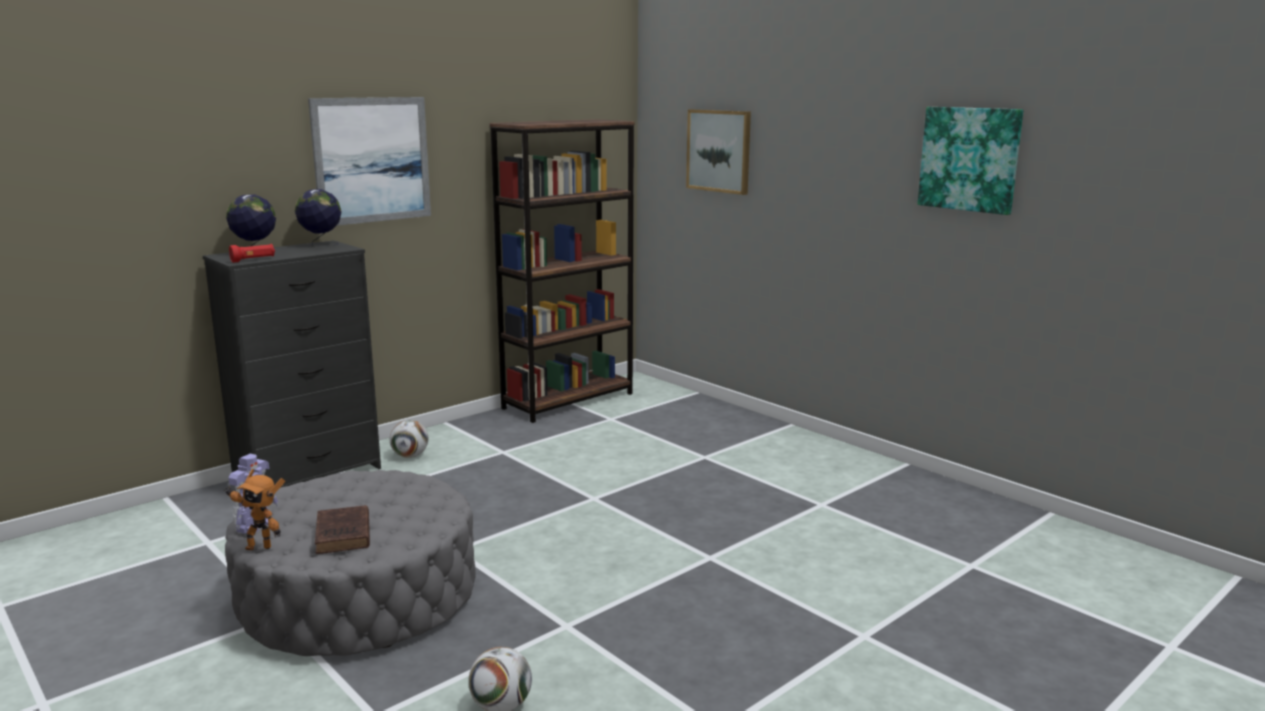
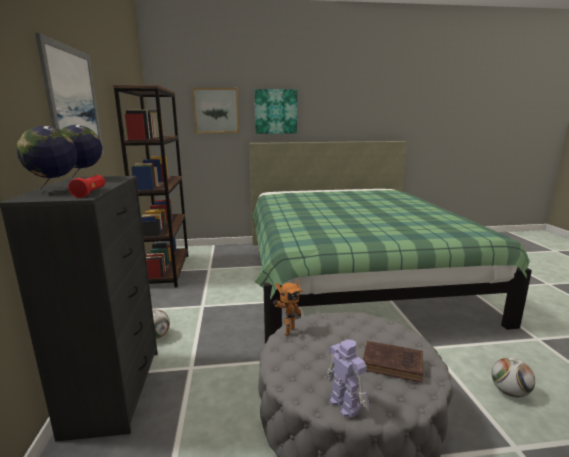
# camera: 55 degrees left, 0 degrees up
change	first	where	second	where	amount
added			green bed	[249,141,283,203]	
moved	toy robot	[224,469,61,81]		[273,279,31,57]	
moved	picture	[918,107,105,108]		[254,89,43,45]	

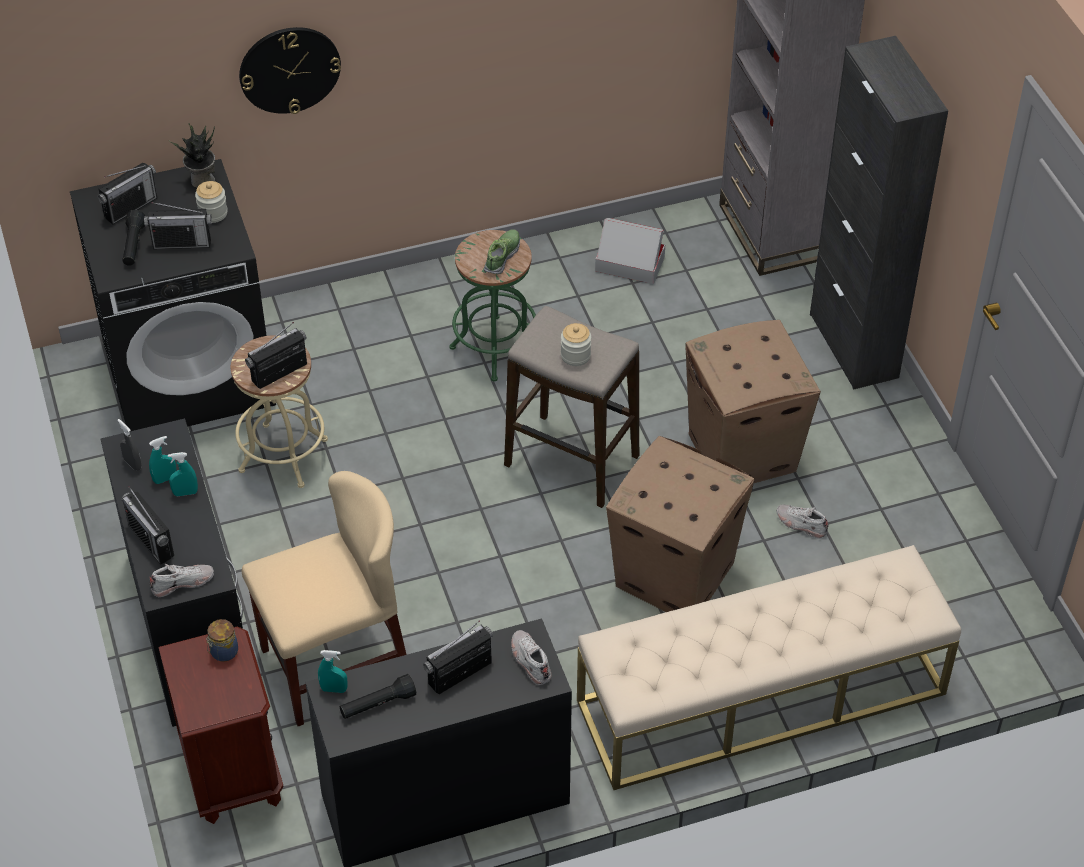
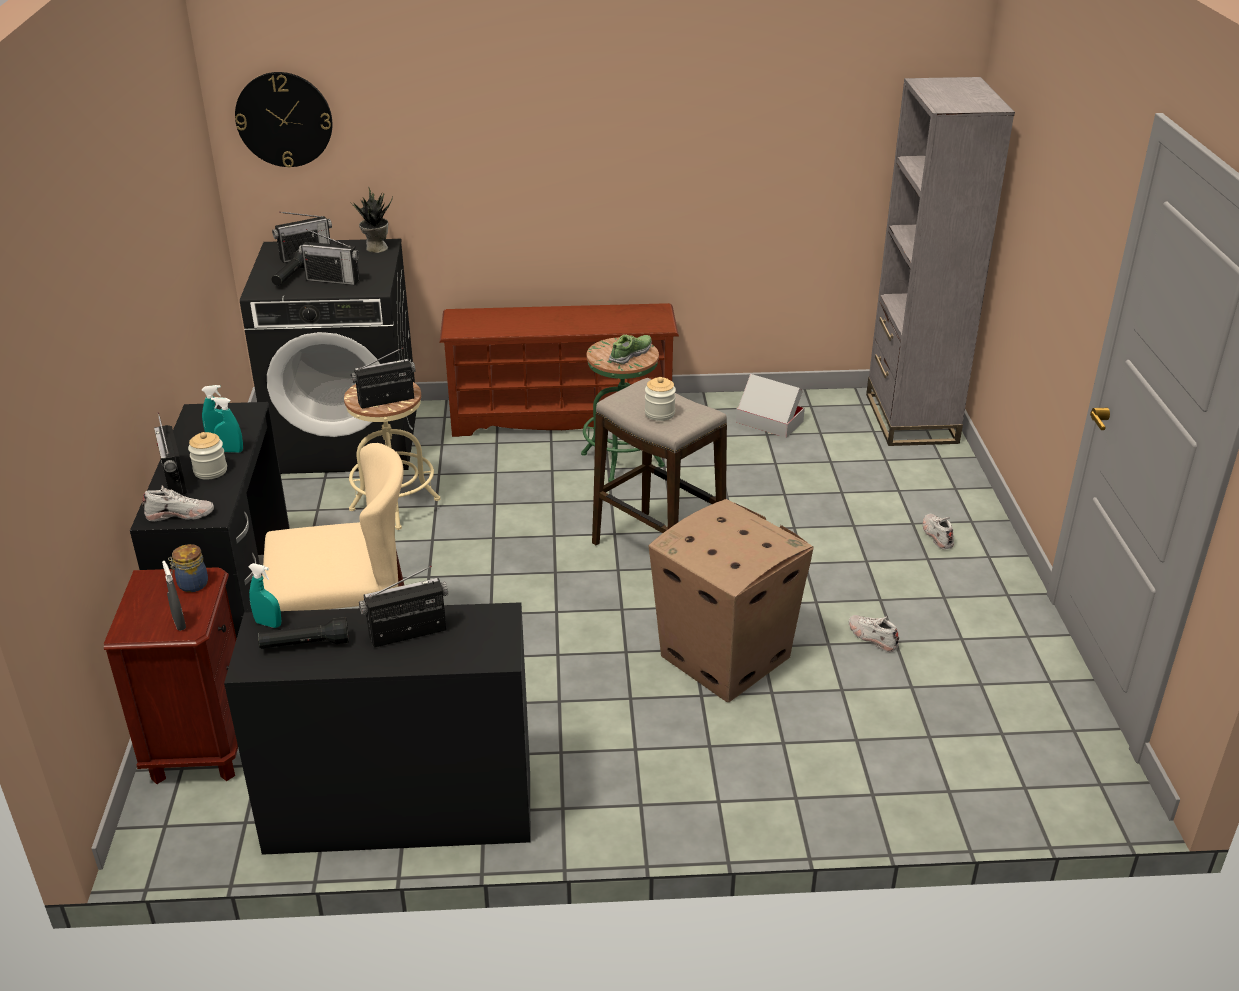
# camera: 15 degrees right, 15 degrees down
change	first	where	second	where	amount
removed	beige bench	[577,545,384,245]			
removed	cardboard box	[685,320,136,163]			
removed	black cabinet	[810,36,138,354]			
added			brown shoe rack	[439,303,240,134]	
moved	grey spray bottle	[117,419,24,52]		[162,561,24,70]	
moved	jar	[195,181,33,42]		[188,432,39,48]	
moved	wall clock	[239,27,102,87]		[235,72,97,95]	
moved	white shoe	[511,630,41,55]		[923,514,31,35]	

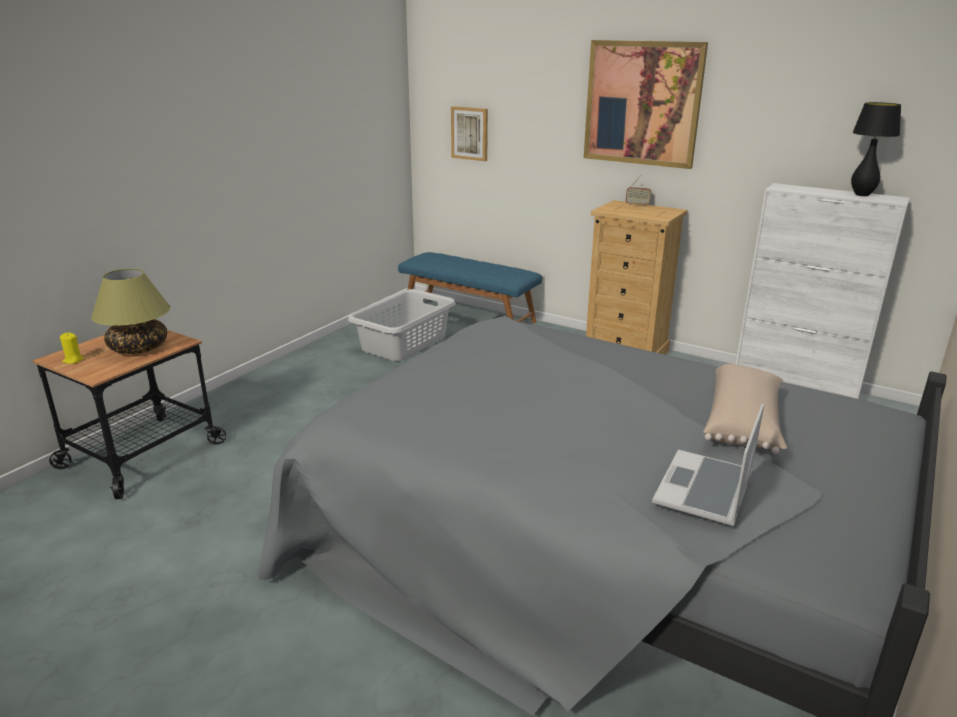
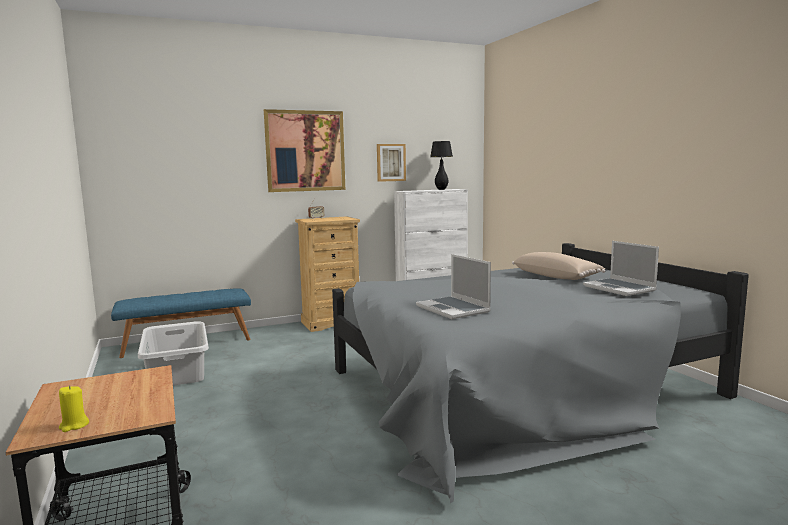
# camera: 55 degrees left, 15 degrees down
change	first	where	second	where	amount
removed	table lamp	[91,268,79,86]			
added			laptop	[416,254,75,65]	
moved	picture	[451,106,37,55]		[377,144,29,38]	

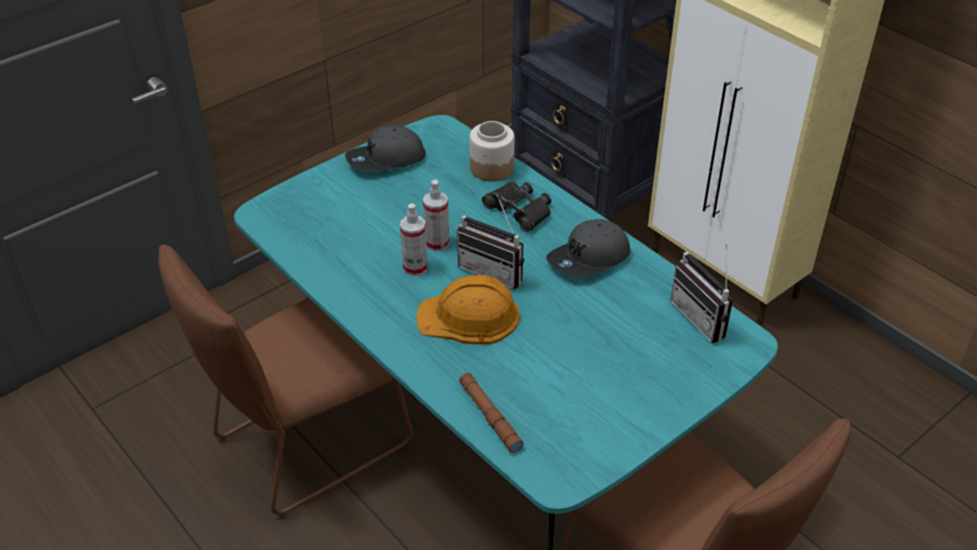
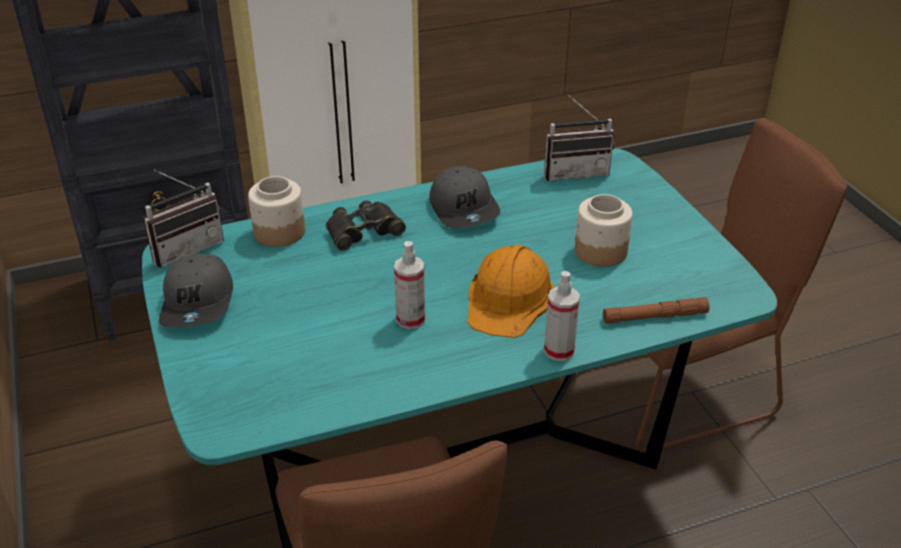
# camera: 70 degrees left, 5 degrees down
change	first	where	second	where	amount
added			jar	[575,194,58,73]	
moved	spray bottle	[423,180,26,71]		[544,271,36,90]	
moved	radio	[457,196,67,93]		[143,170,81,98]	

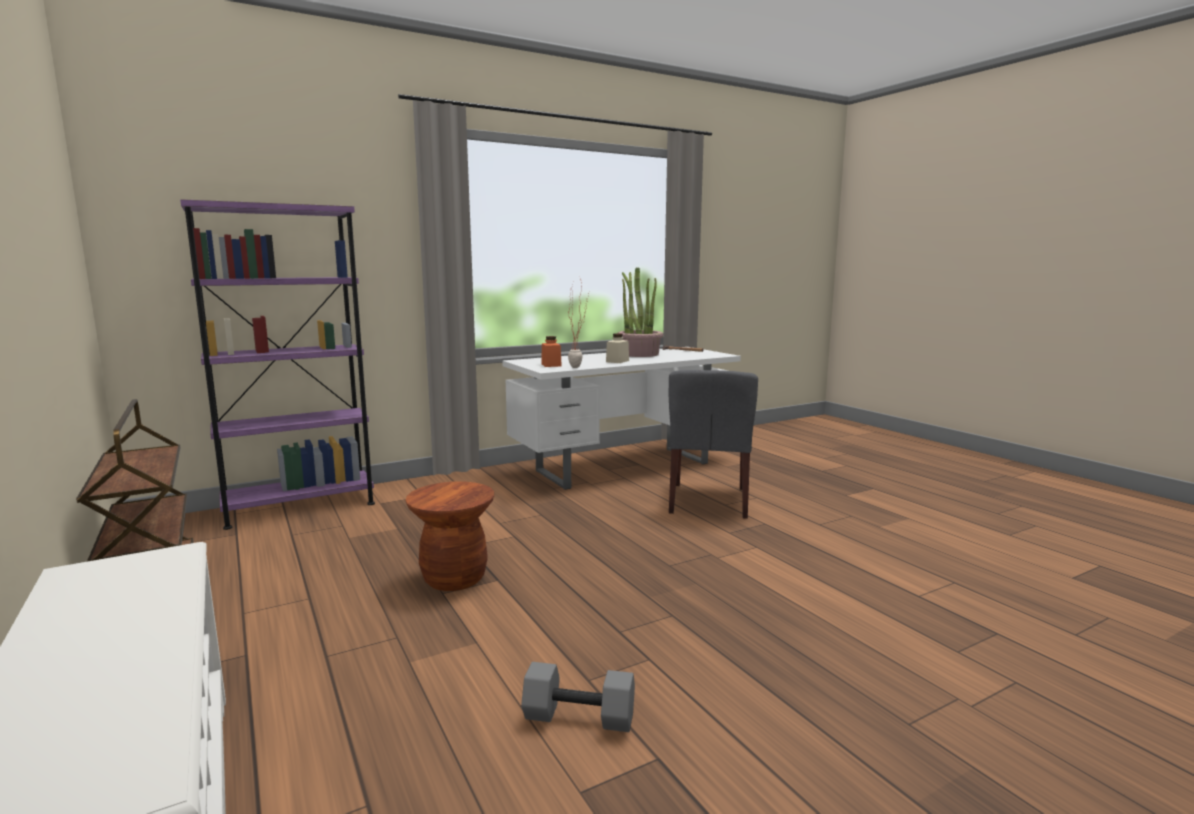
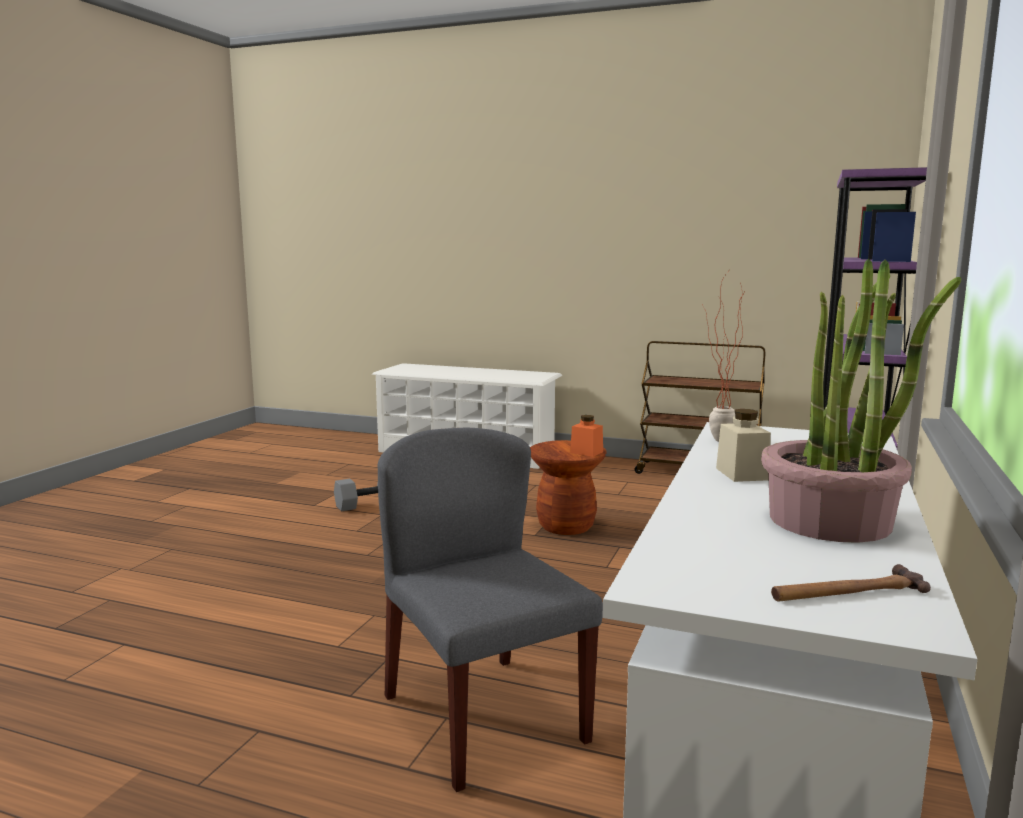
# camera: 140 degrees right, 0 degrees up
change	first	where	second	where	amount
moved	orange jar	[541,336,21,31]		[570,415,33,42]	

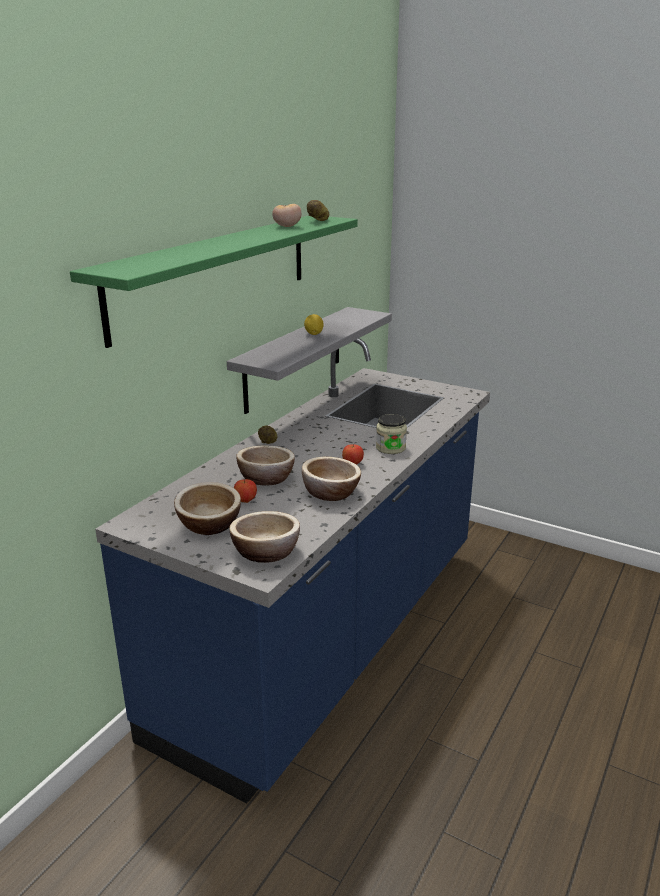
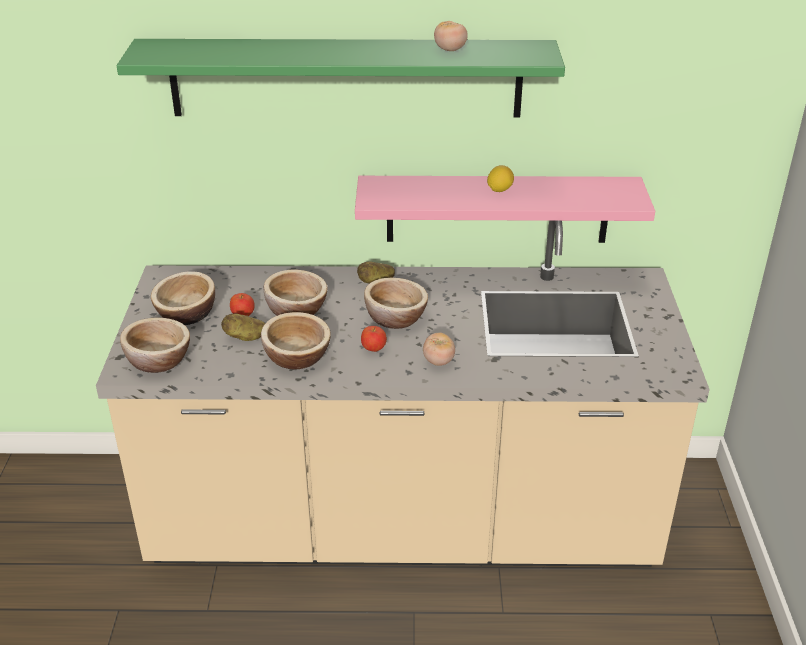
# camera: 60 degrees right, 10 degrees up
change	first	where	second	where	amount
added			bowl	[364,278,64,51]	
moved	potato	[307,200,22,21]		[221,314,44,27]	
replaced	jar	[376,414,31,40]	tomato	[423,333,32,33]	
recoloured	blue counter	[95,338,395,466]	beige counter	[96,221,614,346]	
recoloured	grey shelf	[227,307,165,107]	pink shelf	[355,176,300,67]	

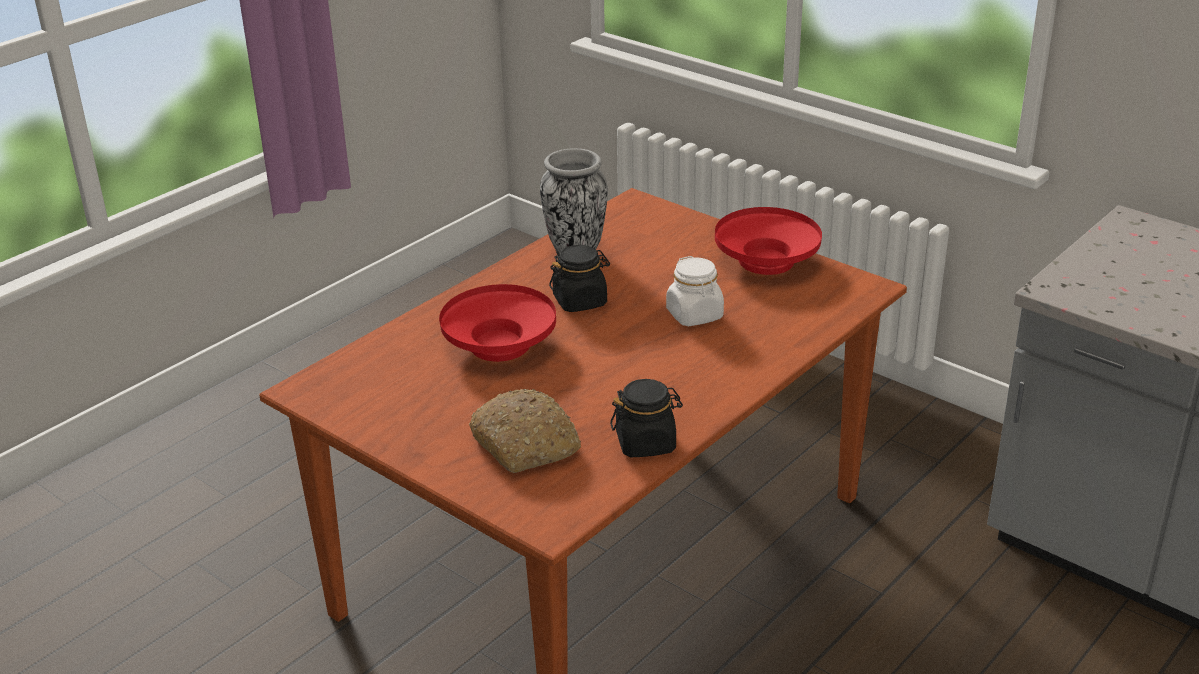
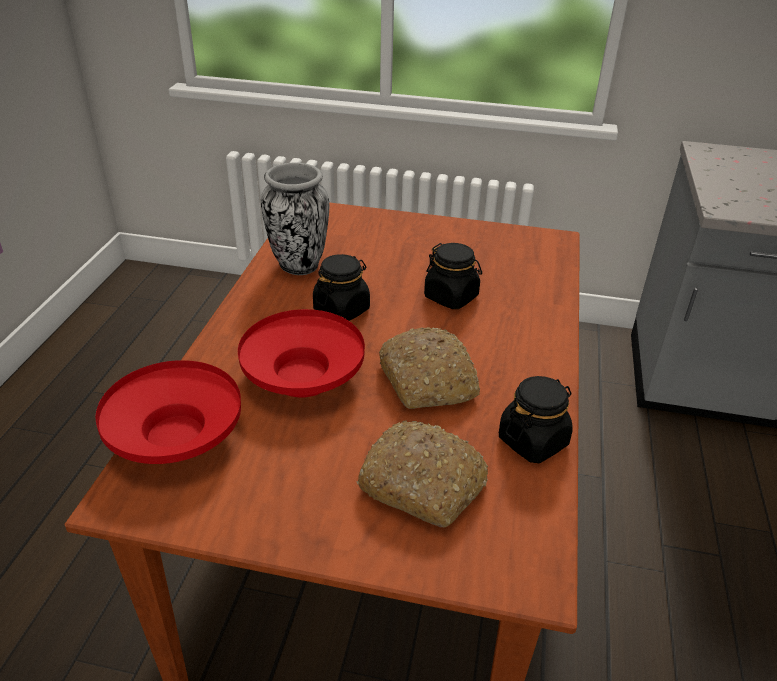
# camera: 30 degrees left, 5 degrees up
change	first	where	second	where	amount
added			bread	[379,327,101,82]	
moved	red bowl	[715,207,107,68]		[96,360,145,104]	
recoloured	white jar	[666,256,58,70]	black jar	[424,243,58,66]	

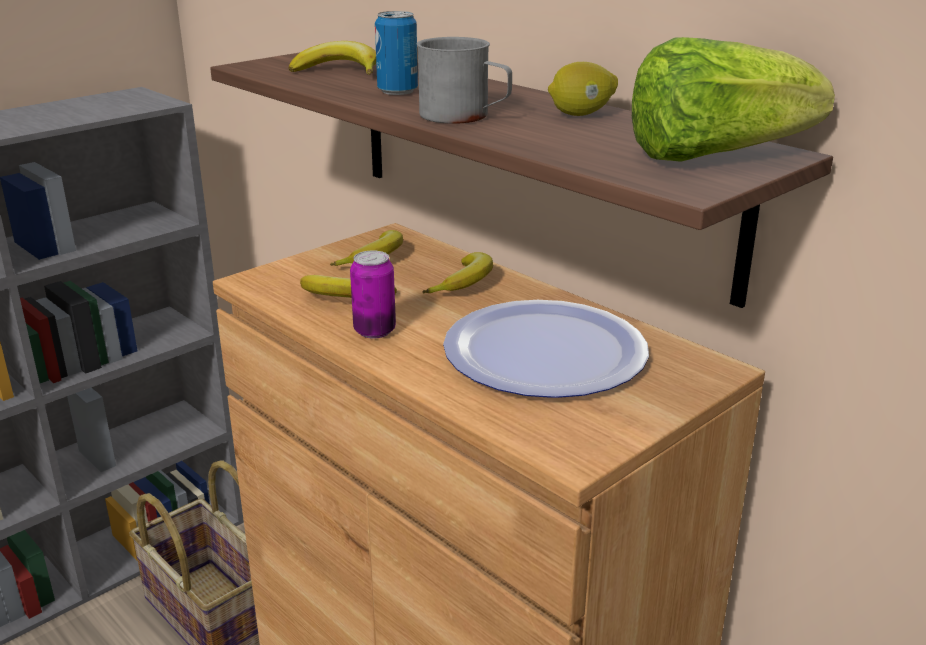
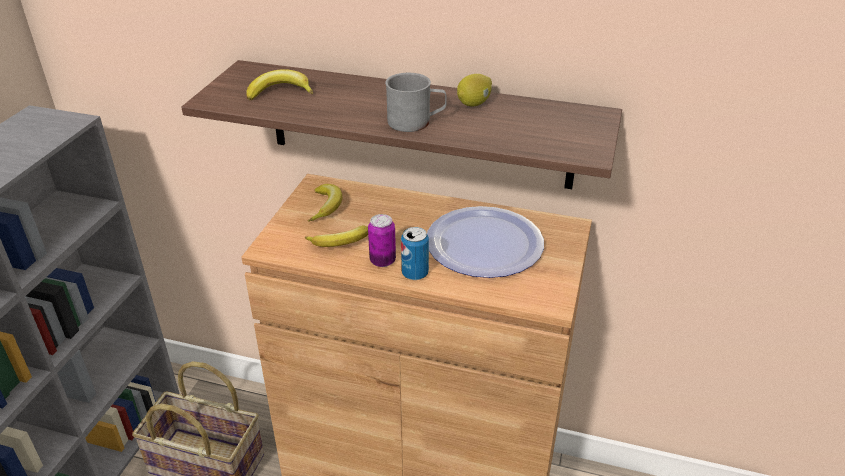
# camera: 30 degrees left, 10 degrees up
change	first	where	second	where	amount
removed	banana	[423,252,70,41]			
removed	lettuce	[632,37,203,125]			
moved	can	[375,11,43,84]		[401,227,28,53]	

